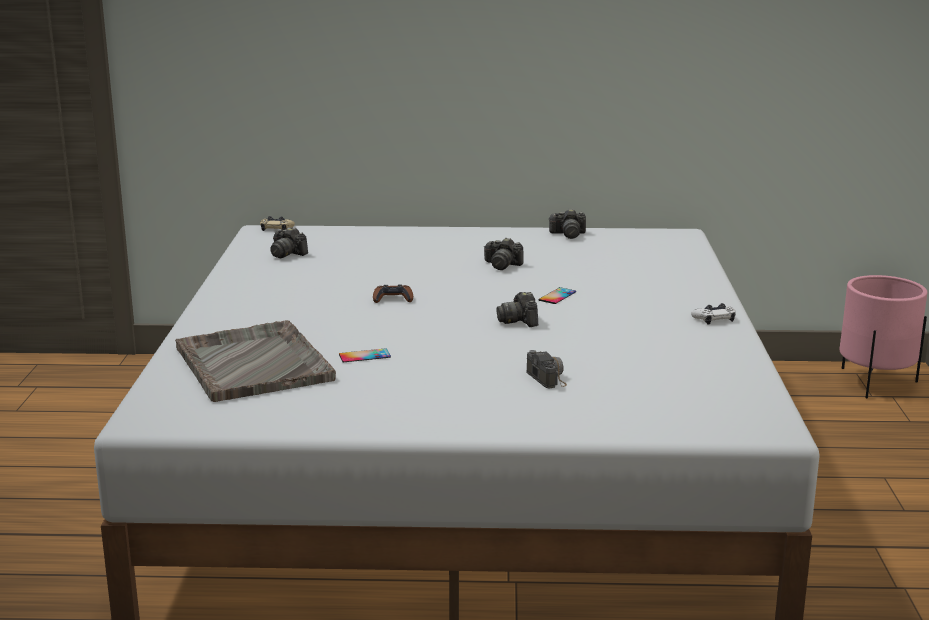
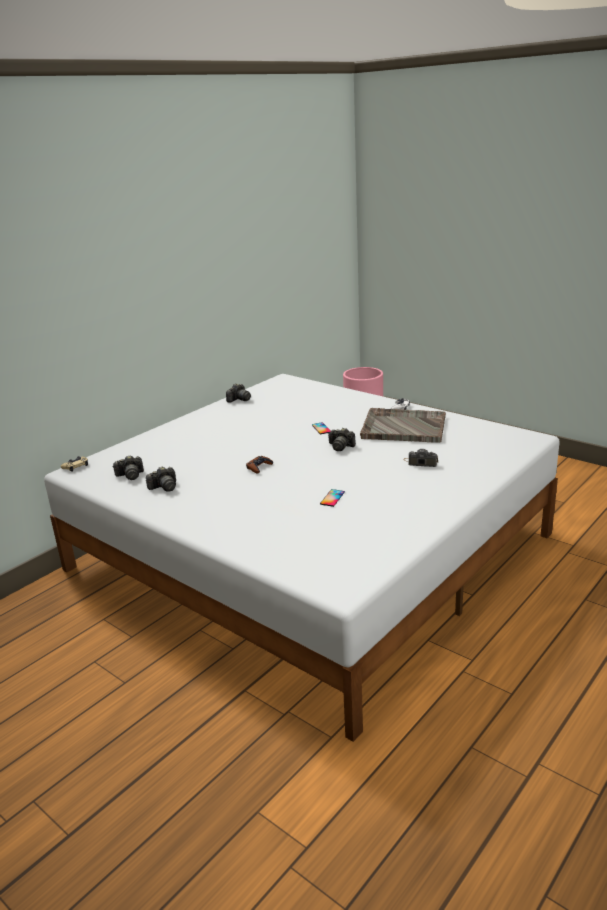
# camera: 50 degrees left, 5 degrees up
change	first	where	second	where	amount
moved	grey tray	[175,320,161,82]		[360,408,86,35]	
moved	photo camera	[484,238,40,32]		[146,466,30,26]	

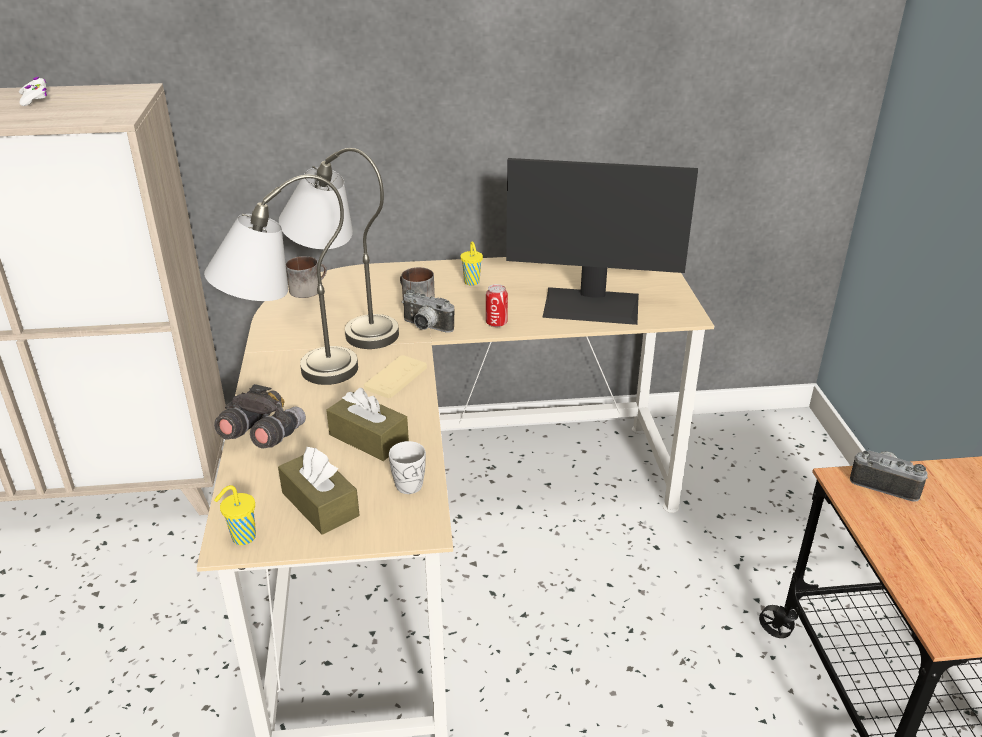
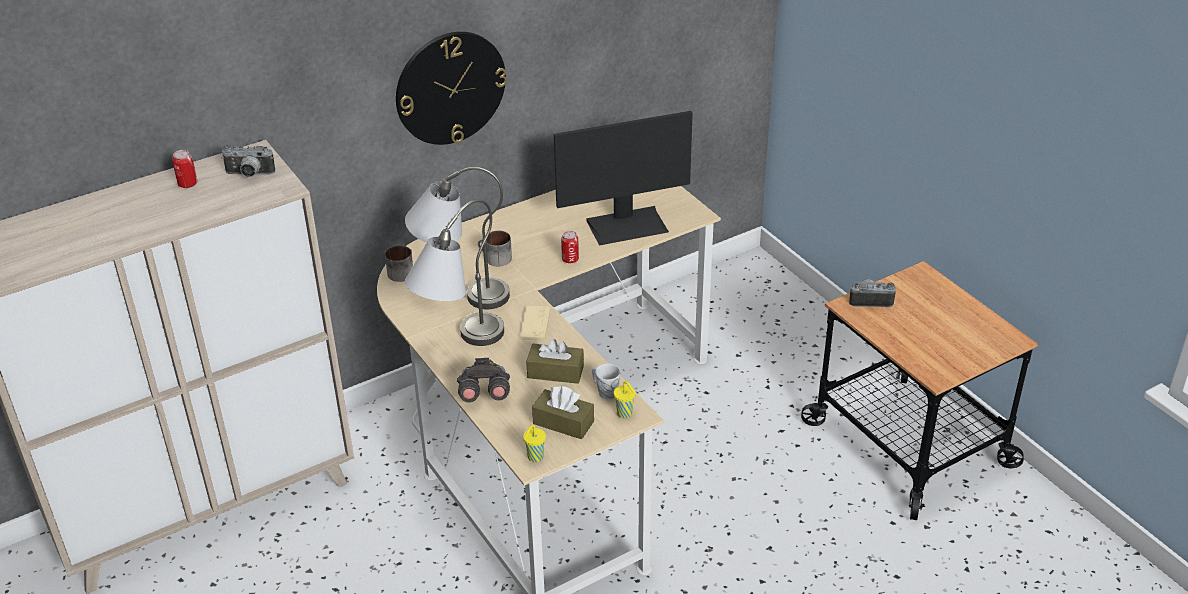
# camera: 25 degrees left, 5 degrees up
change	first	where	second	where	amount
added			wall clock	[396,32,111,113]	
moved	photo camera	[402,289,53,44]		[222,145,53,32]	
moved	yellow cup	[460,242,23,44]		[614,381,22,37]	
replaced	white game controller	[19,77,28,29]	can	[172,150,26,38]	

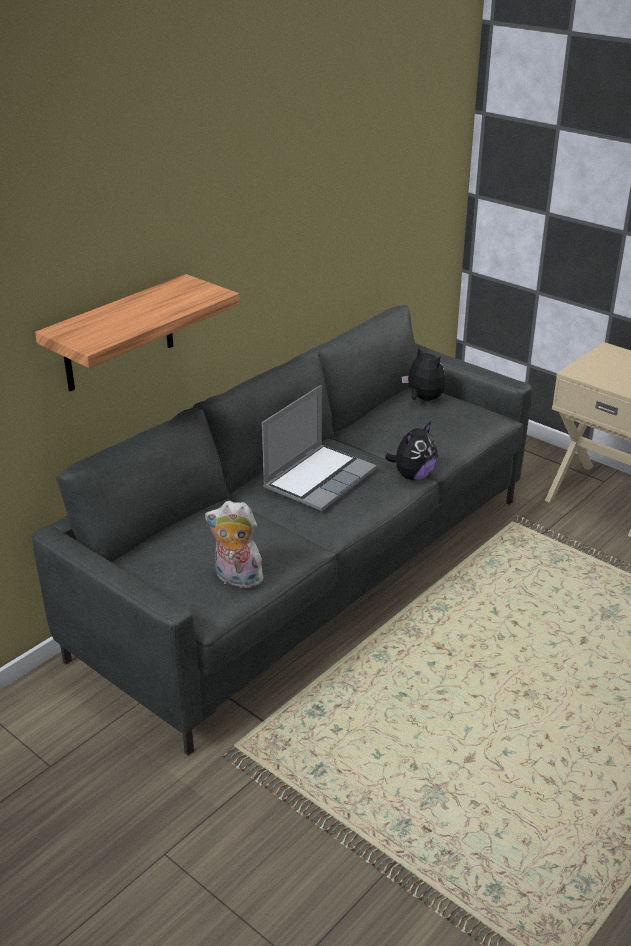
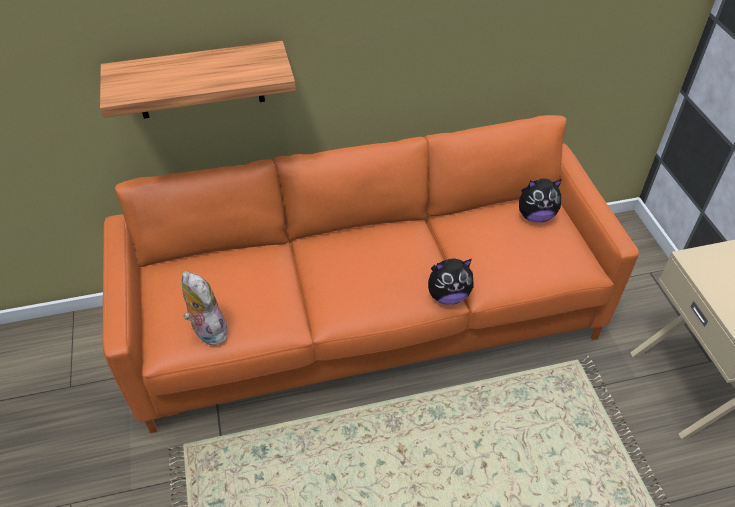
# camera: 35 degrees right, 15 degrees up
change	first	where	second	where	amount
removed	laptop	[262,385,115,126]			
recoloured	grey sofa	[32,305,500,451]	orange sofa	[103,115,536,318]	
turned	plush toy	[401,346,45,55]		[519,179,43,44]	90 degrees clockwise

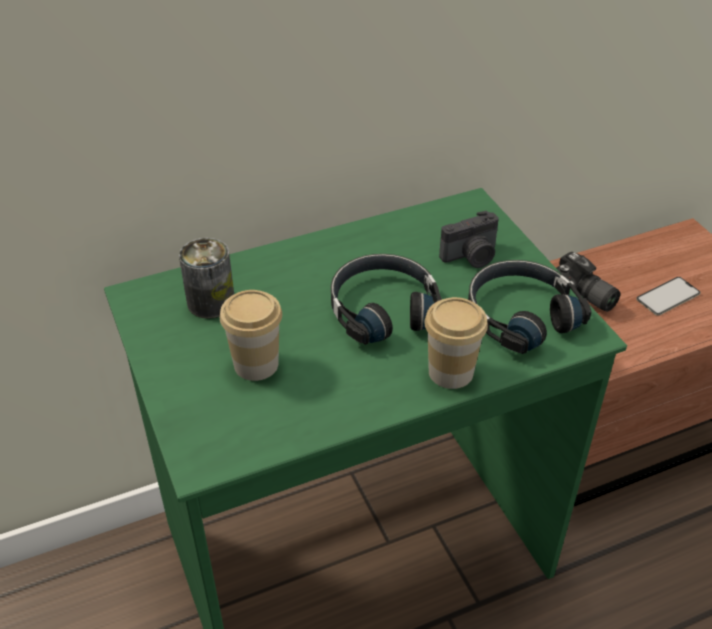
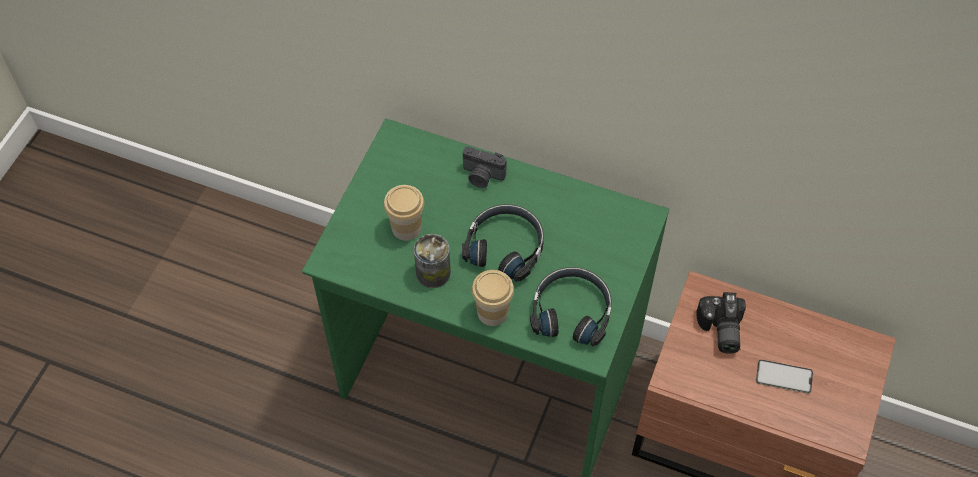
# camera: 45 degrees right, 15 degrees up
change	first	where	second	where	amount
moved	can	[179,238,55,81]		[414,234,37,54]	
moved	photo camera	[439,211,60,57]		[463,146,43,42]	

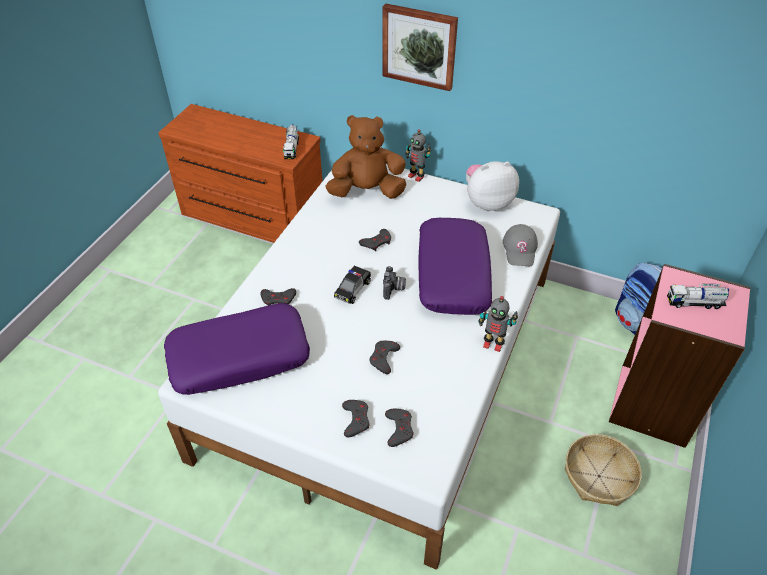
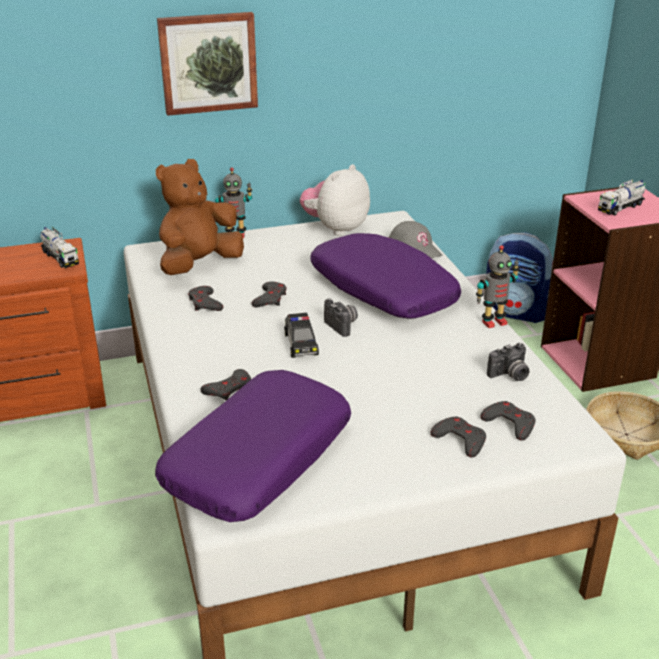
# camera: 40 degrees left, 15 degrees down
change	first	where	second	where	amount
added			photo camera	[487,343,42,38]	
moved	grey game controller	[370,341,30,33]		[188,286,35,25]	

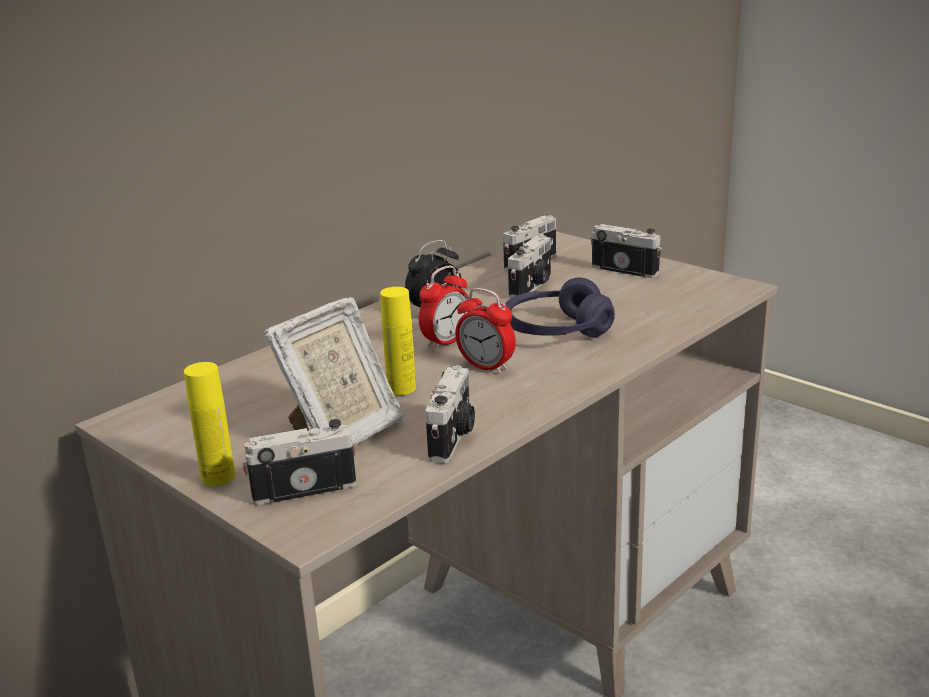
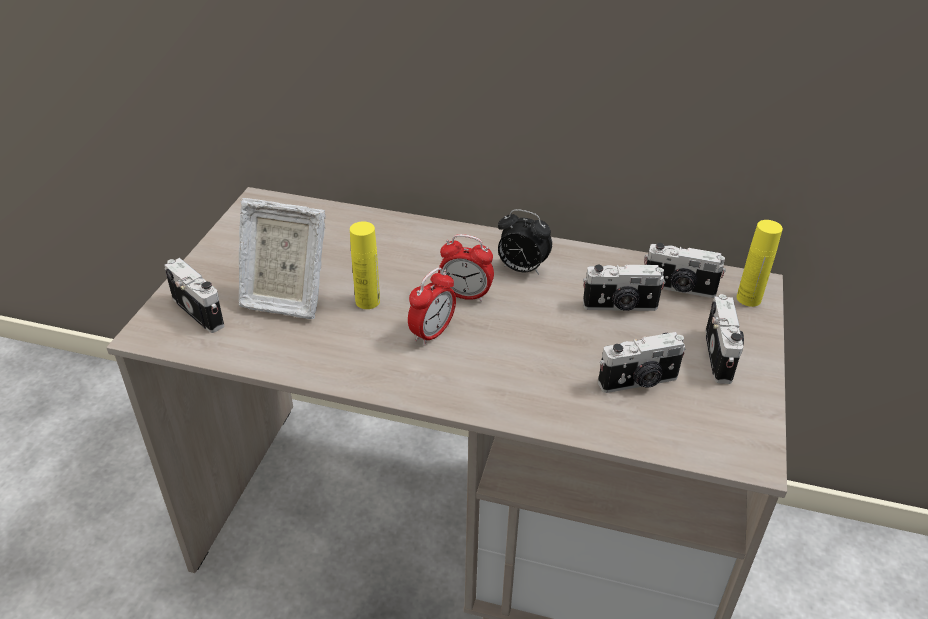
# camera: 60 degrees right, 15 degrees up
change	first	where	second	where	amount
removed	purple headphones	[505,277,110,61]			
moved	yellow bottle	[184,362,51,124]		[737,220,46,87]	
moved	photo camera	[425,366,50,97]		[598,332,88,61]	
turned	alarm clock	[455,288,61,86]		[408,267,48,79]	150 degrees counterclockwise

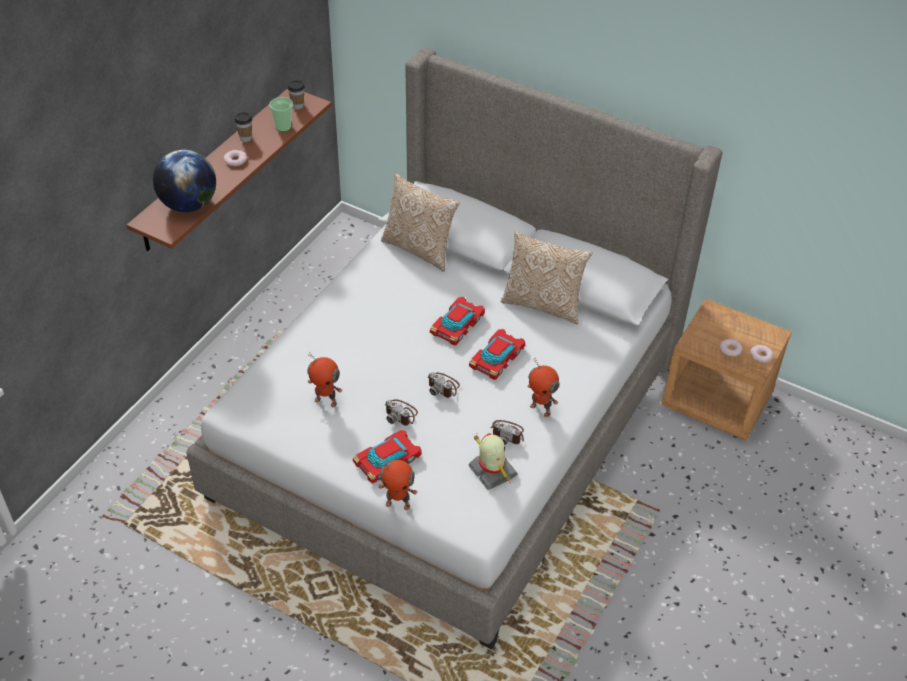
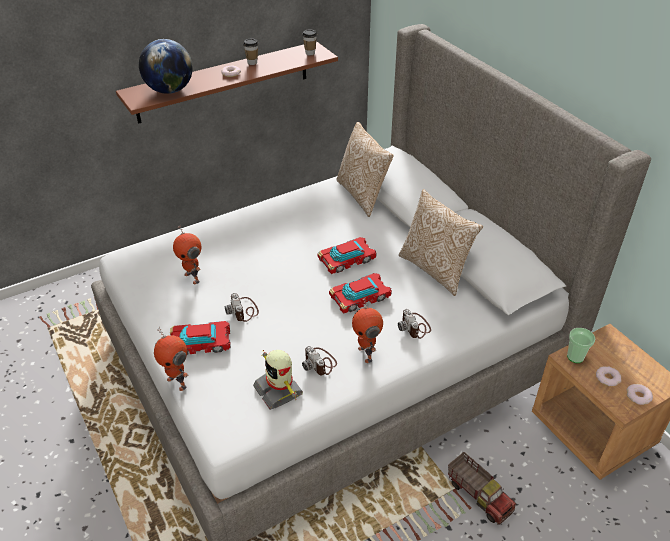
# camera: 30 degrees right, 5 degrees down
change	first	where	second	where	amount
added			toy truck	[448,452,68,73]	
moved	cup	[269,97,24,35]		[567,328,29,35]	
moved	photo camera	[428,372,32,26]		[398,309,33,30]	
turned	toy robot	[469,433,49,57]		[253,350,50,60]	150 degrees clockwise

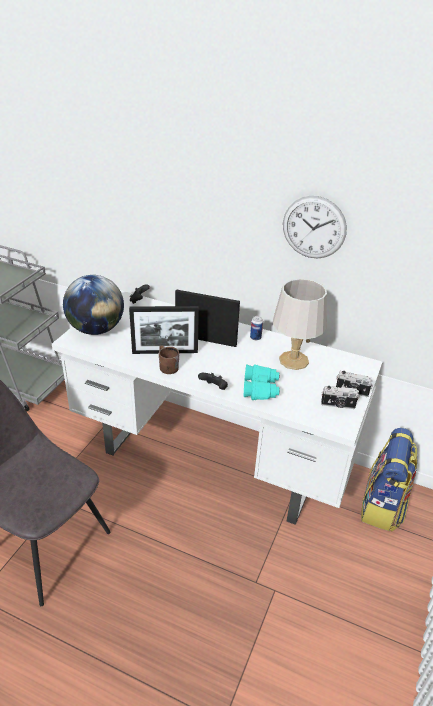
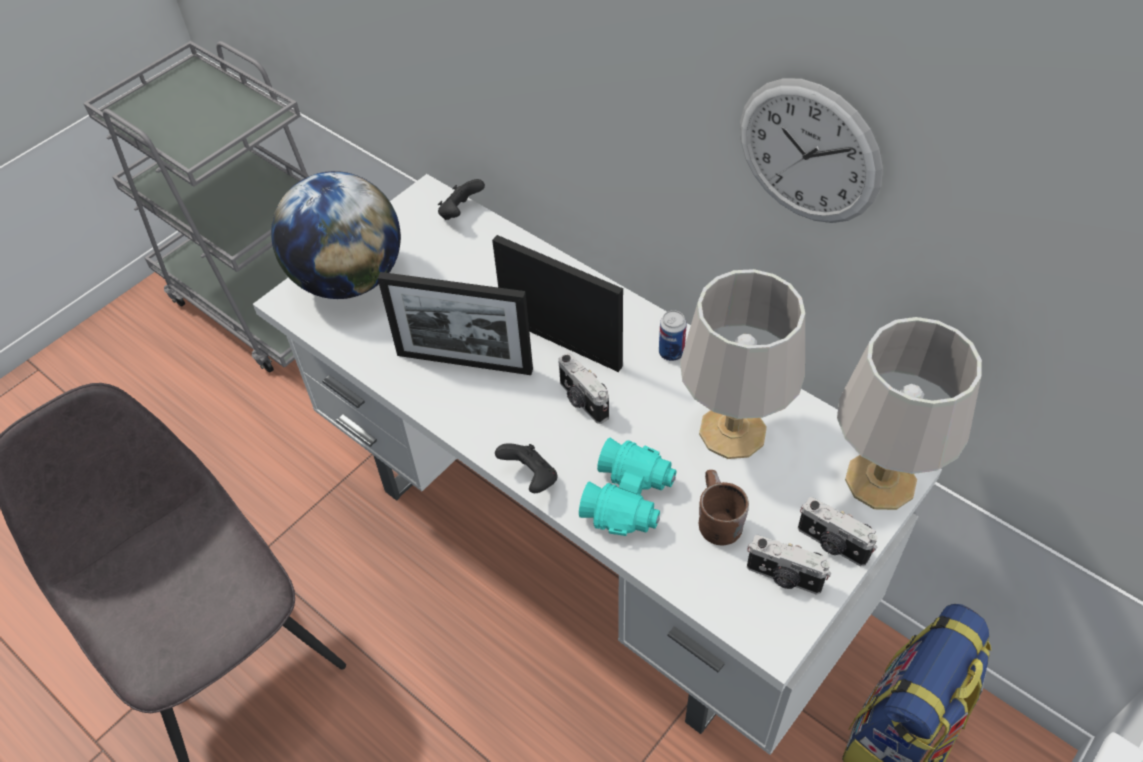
# camera: 20 degrees right, 15 degrees up
change	first	where	second	where	amount
added			photo camera	[558,353,51,71]	
added			grey table lamp	[837,317,145,193]	
moved	brown mug	[159,345,20,29]		[699,470,50,75]	

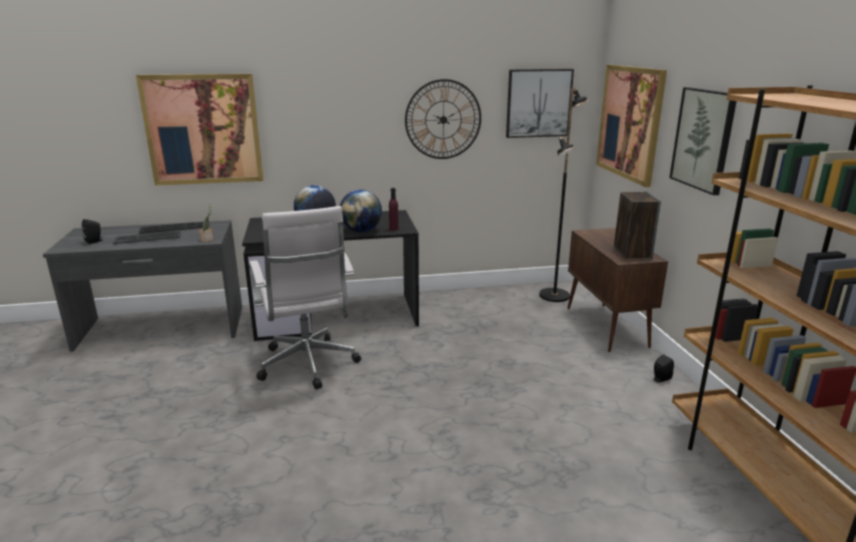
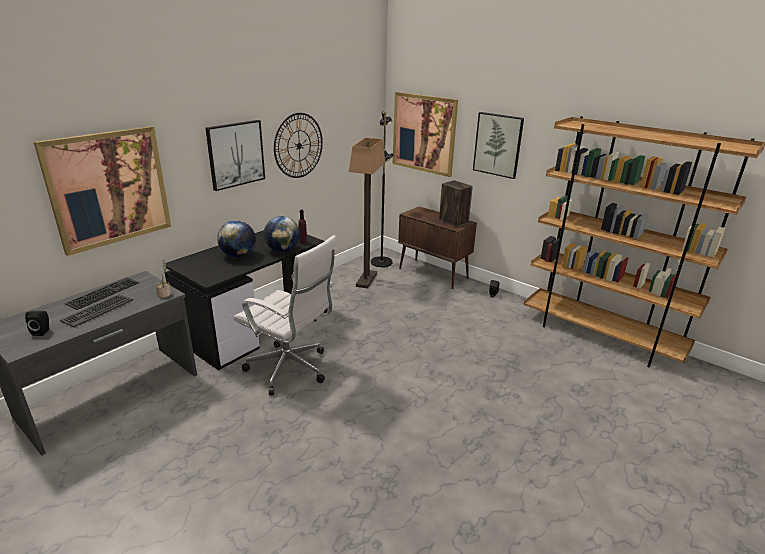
# camera: 40 degrees left, 5 degrees up
change	first	where	second	where	amount
added			floor lamp	[349,138,37,151]	
moved	picture	[506,69,68,69]		[205,120,60,71]	

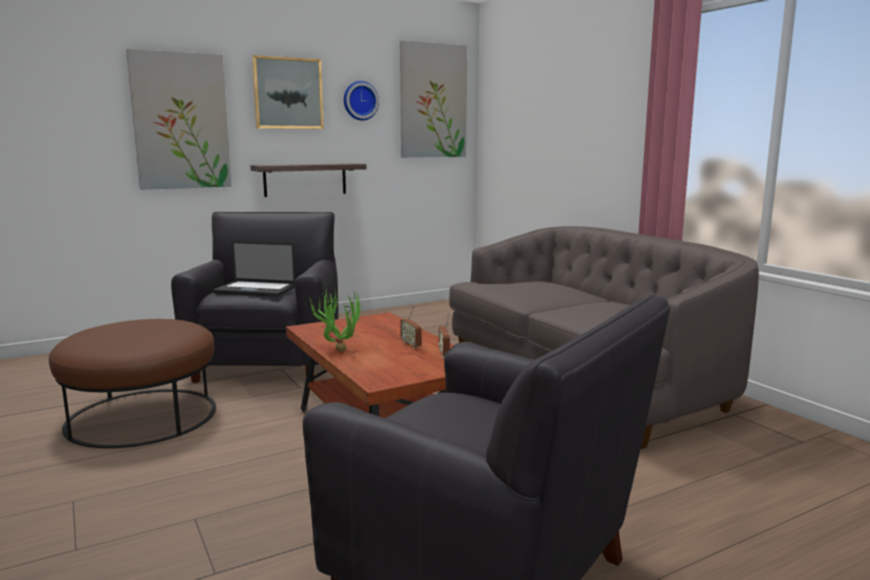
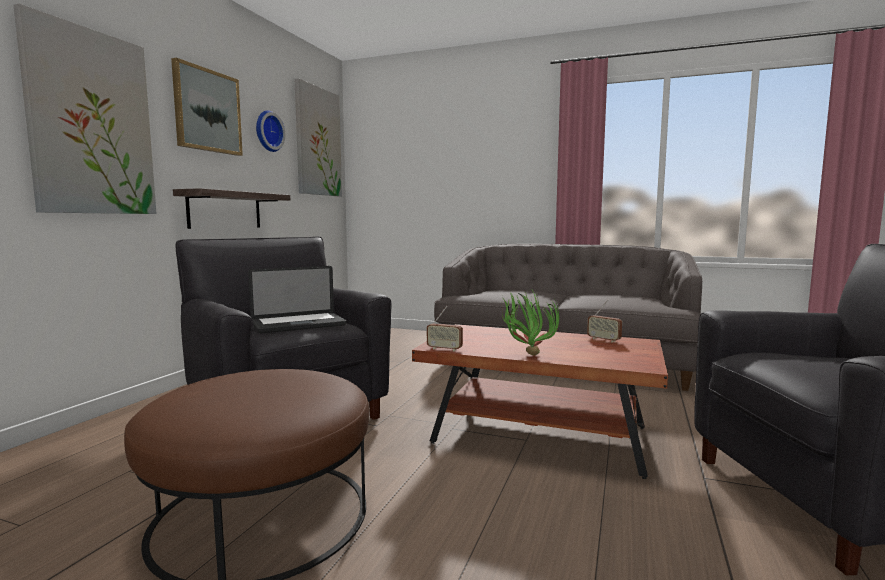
# camera: 40 degrees left, 5 degrees down
change	first	where	second	where	amount
moved	radio	[400,304,22,45]		[427,306,36,46]	

